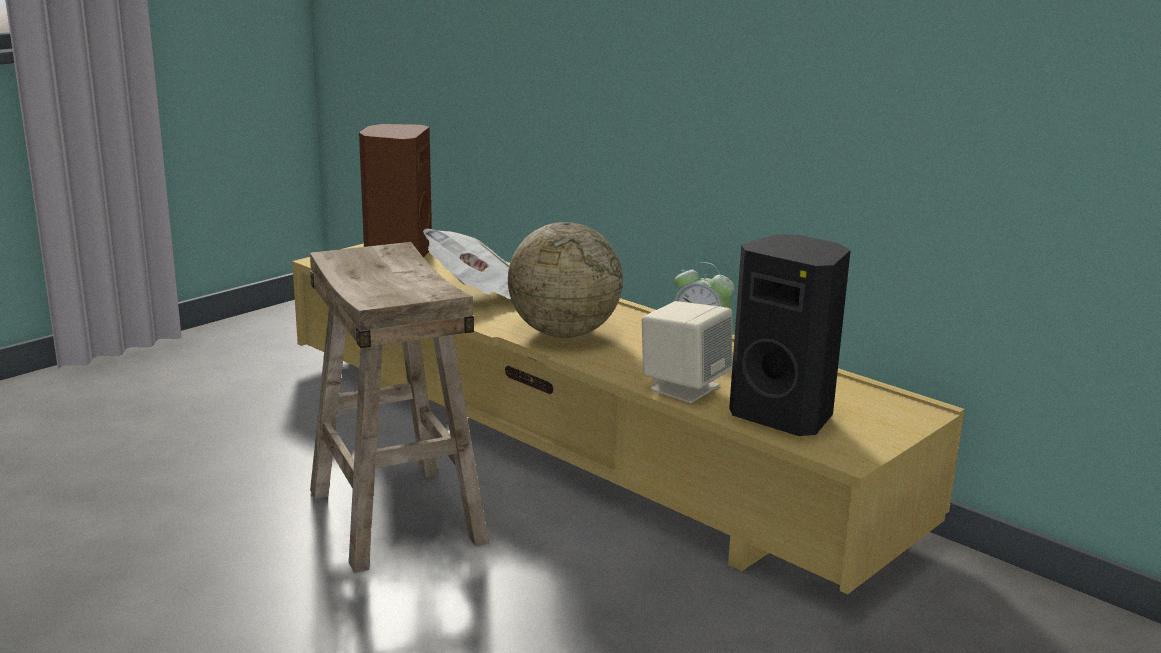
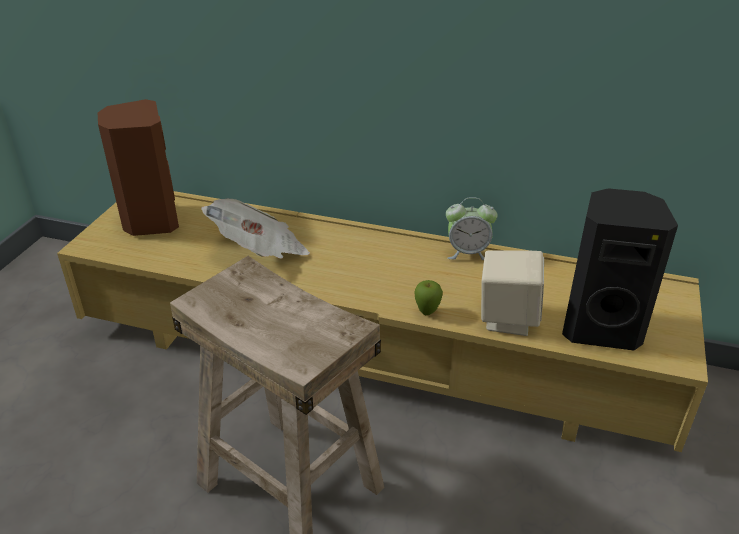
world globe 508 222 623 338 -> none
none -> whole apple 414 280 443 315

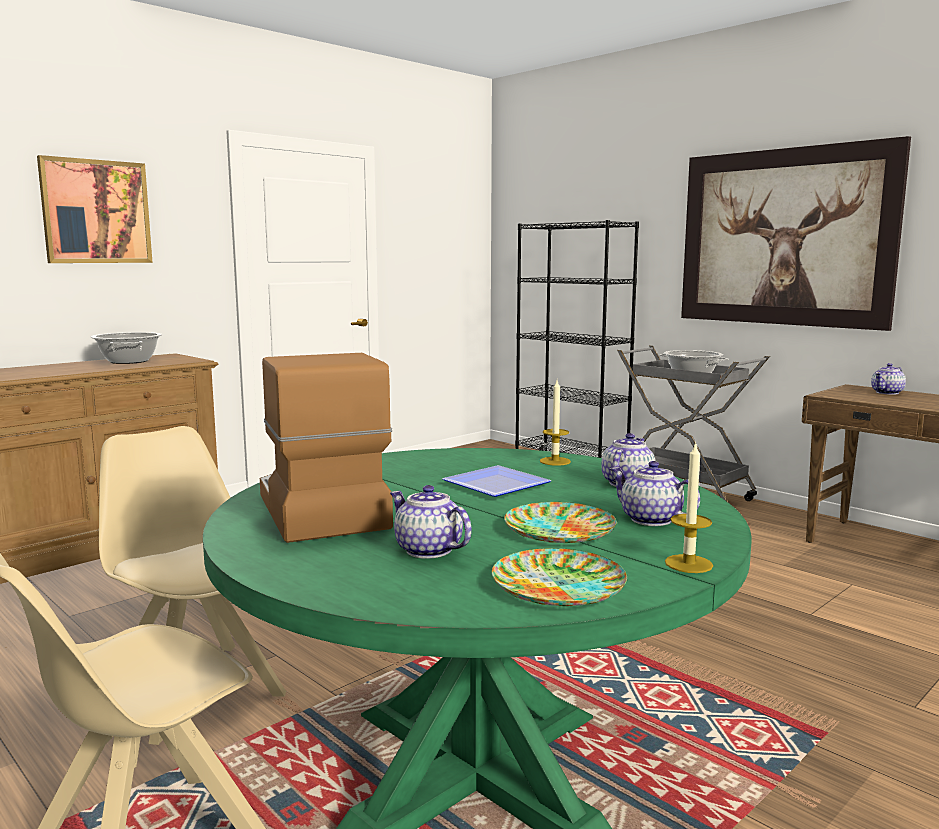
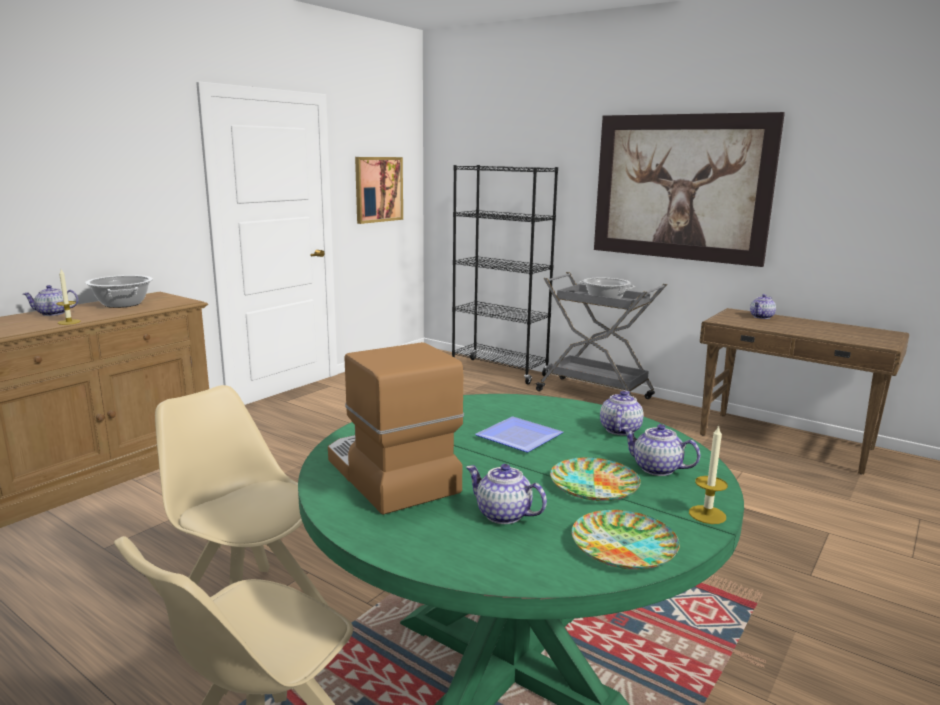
wall art 37 155 153 263 -> wall art 355 157 403 224, move
wax candle 540 380 571 466 -> wax candle 56 269 81 325, move
none -> teapot 23 285 78 316

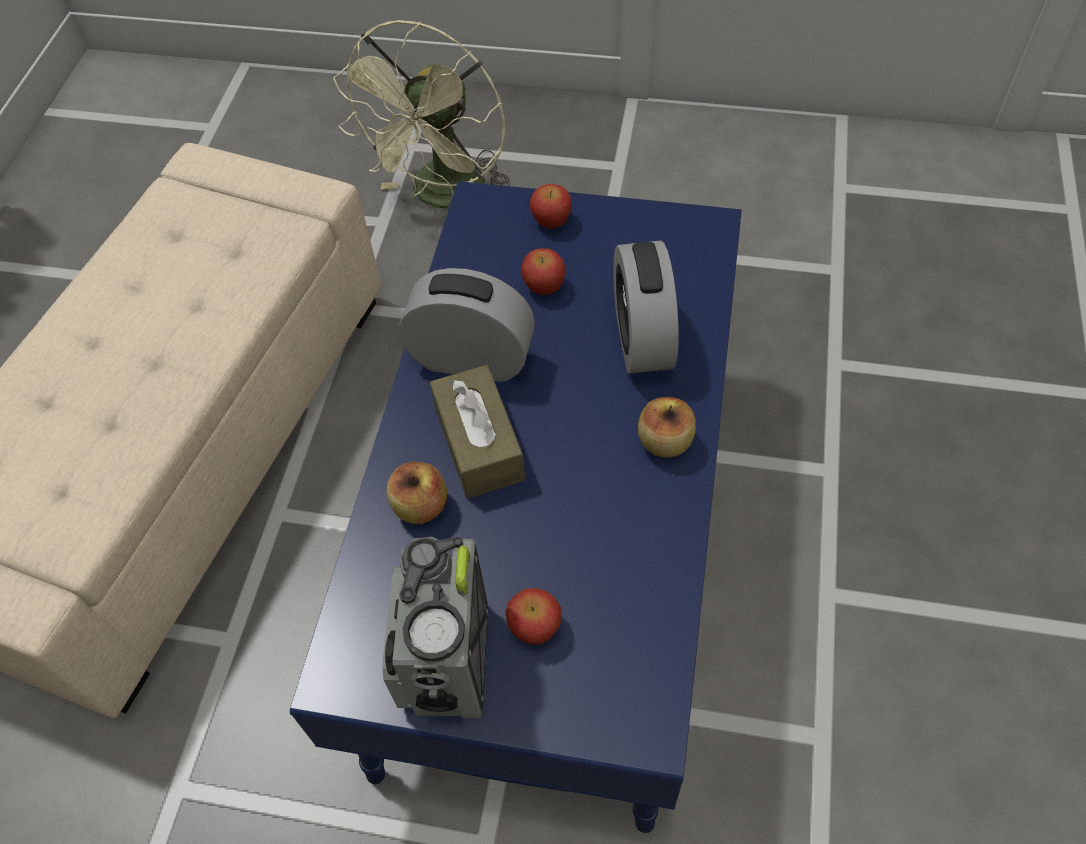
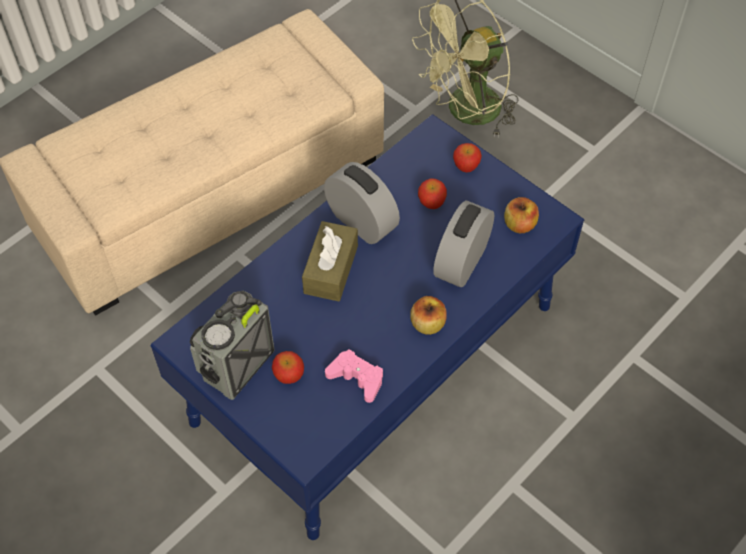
whole apple 387 462 447 524 -> whole apple 504 197 539 233, move
none -> pinkish joypad 325 349 383 403

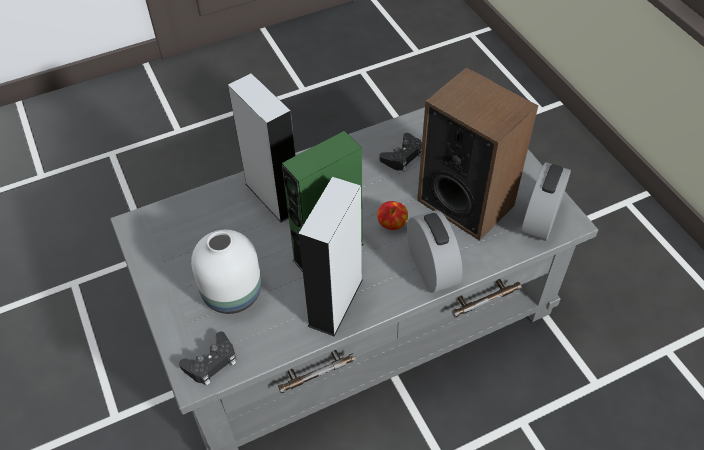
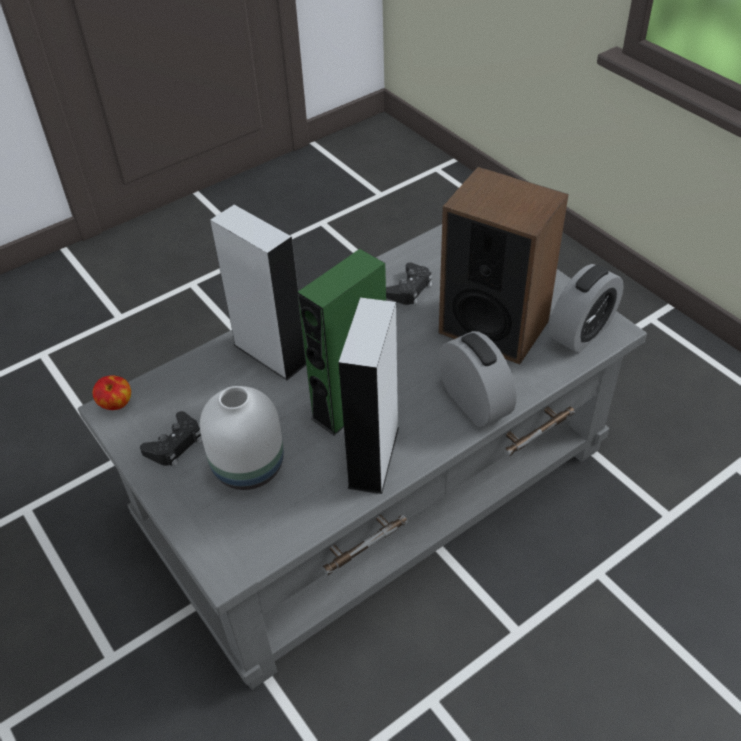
blackish joypad 179 331 237 386 -> blackish joypad 140 411 202 467, move
whole apple 377 201 408 230 -> whole apple 92 375 131 410, move
alarm clock 521 162 571 241 -> alarm clock 549 264 624 353, 150 degrees counterclockwise

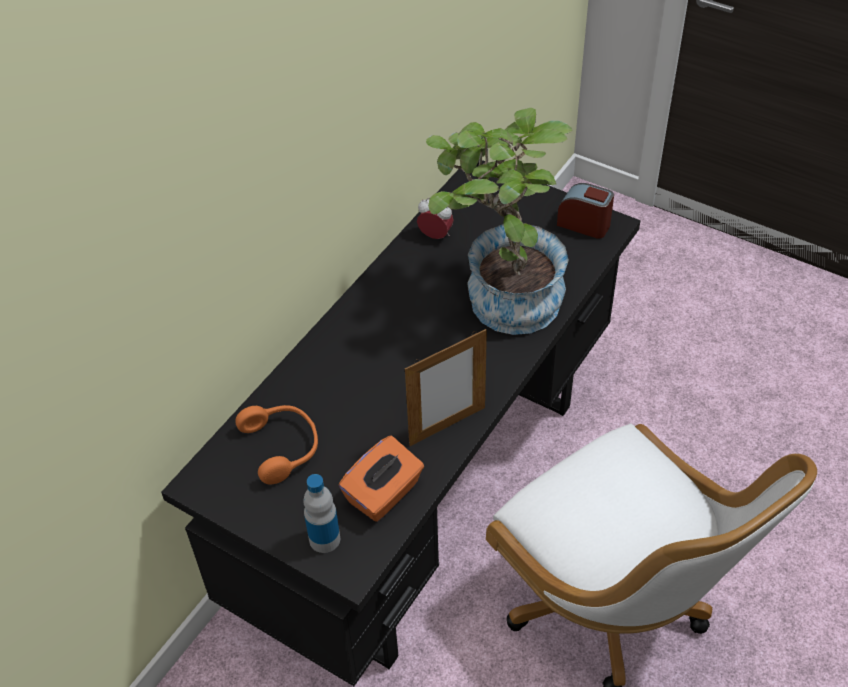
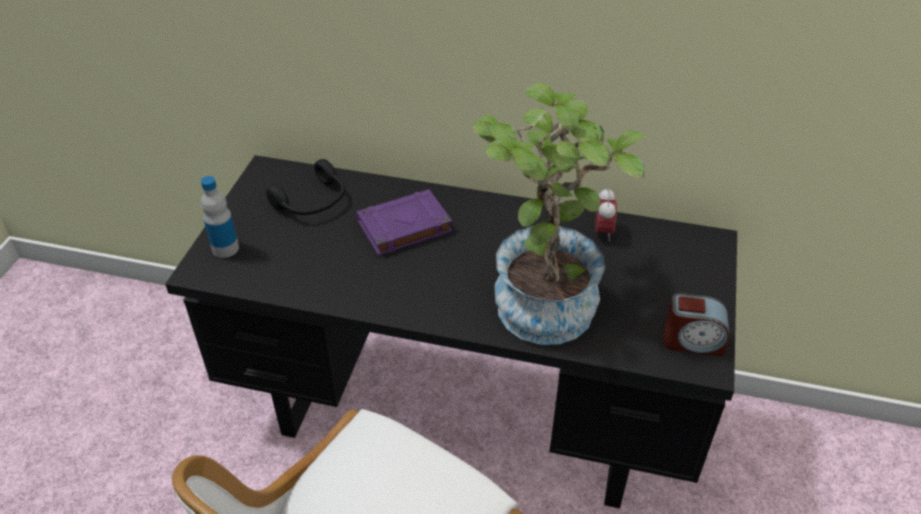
orange headset 235 405 318 485 -> blackish headset 266 159 345 215
orange tissue box 339 435 424 522 -> none
standing frame 405 329 487 446 -> none
alarm clock 557 183 614 239 -> alarm clock 664 293 729 356, 90 degrees clockwise
none -> purple-coloured volume 356 189 452 256

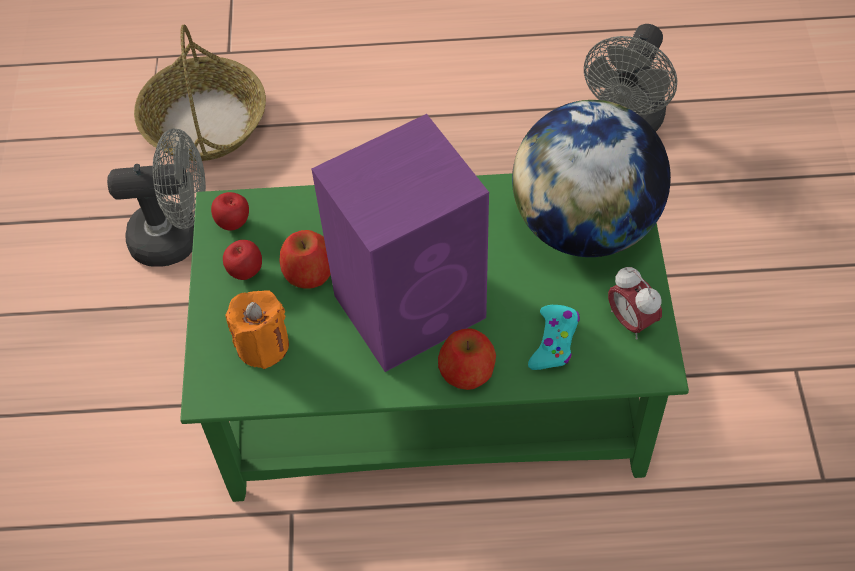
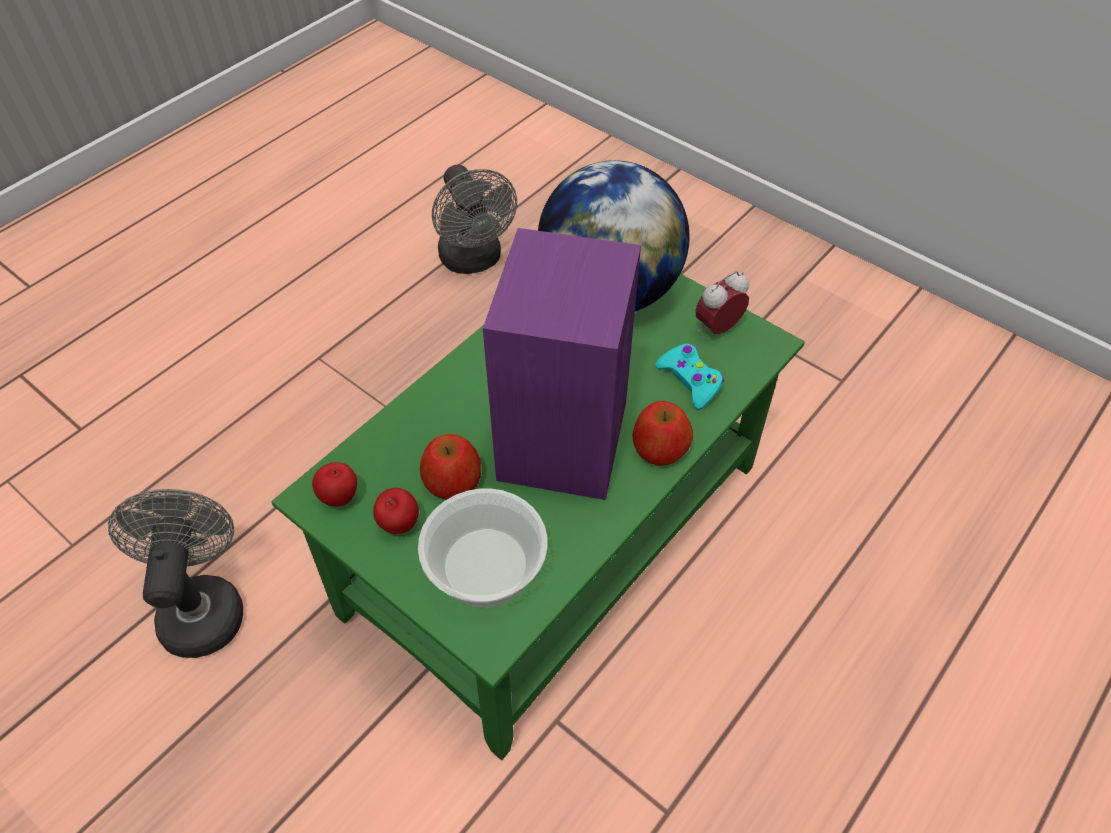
greyish cooling fan 107 128 206 267 -> greyish cooling fan 108 489 243 658, 45 degrees counterclockwise
storage basket 134 25 266 161 -> none
orange wax candle 225 290 289 369 -> serving bowl 418 489 548 608
alarm clock 608 267 662 340 -> alarm clock 695 271 749 334, 135 degrees clockwise

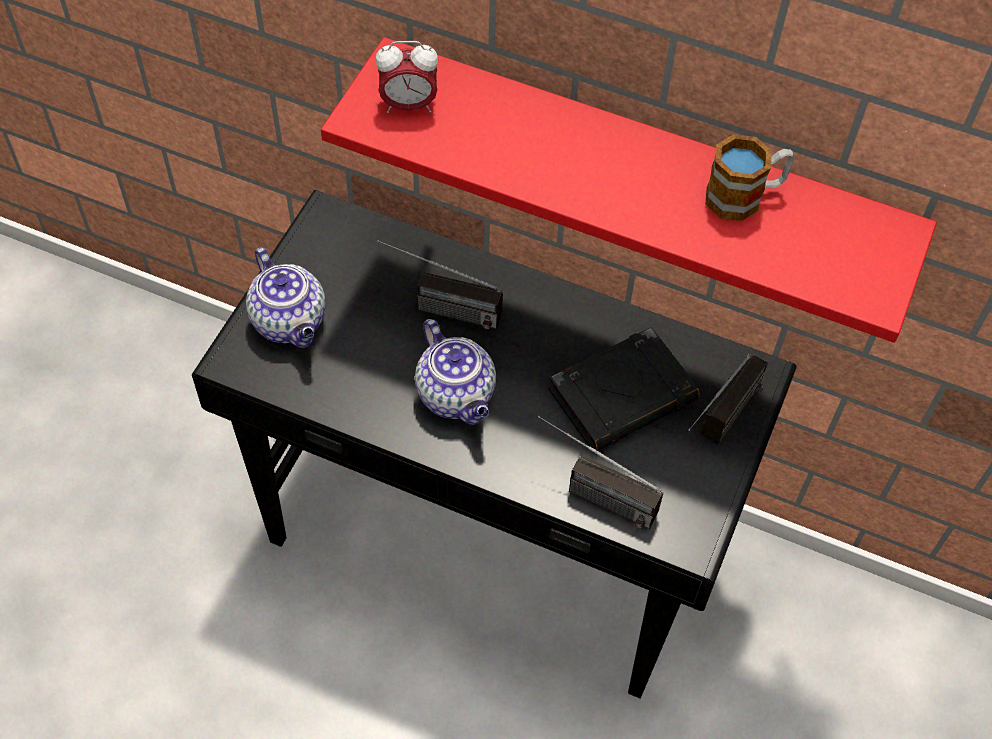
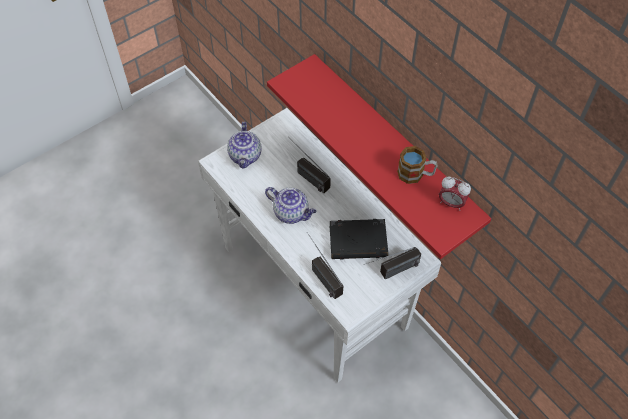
blackish hall table 192 190 797 699 -> whitish hall table 198 108 441 383
alarm clock 375 41 438 113 -> alarm clock 439 177 471 211, move
teapot 415 319 496 425 -> teapot 265 187 316 224, 60 degrees counterclockwise

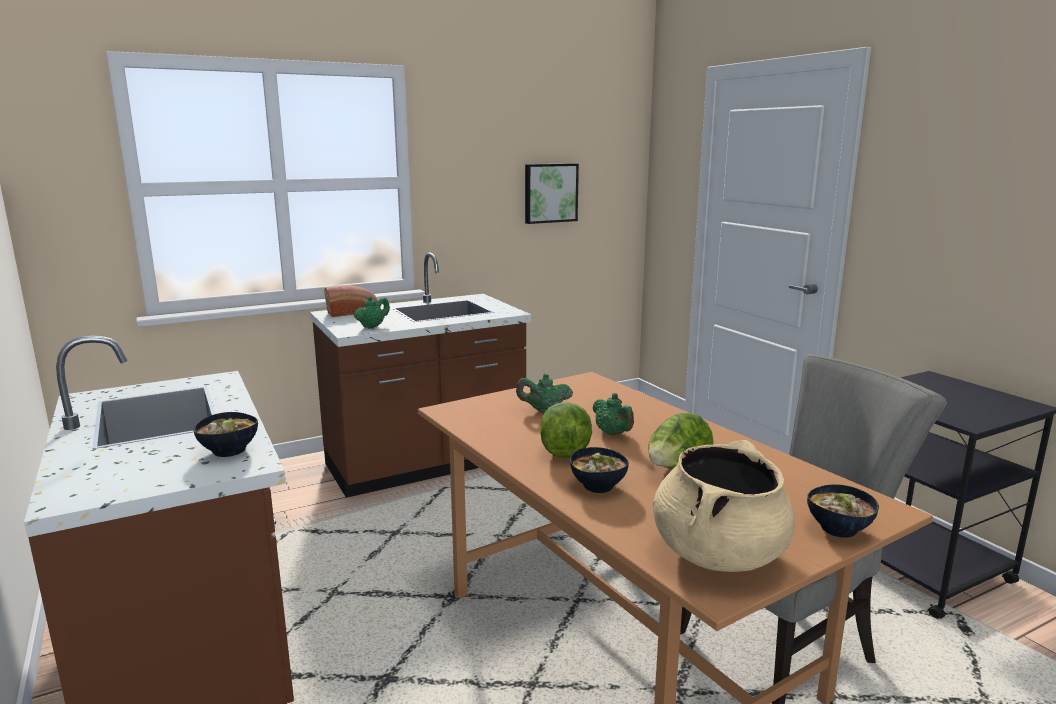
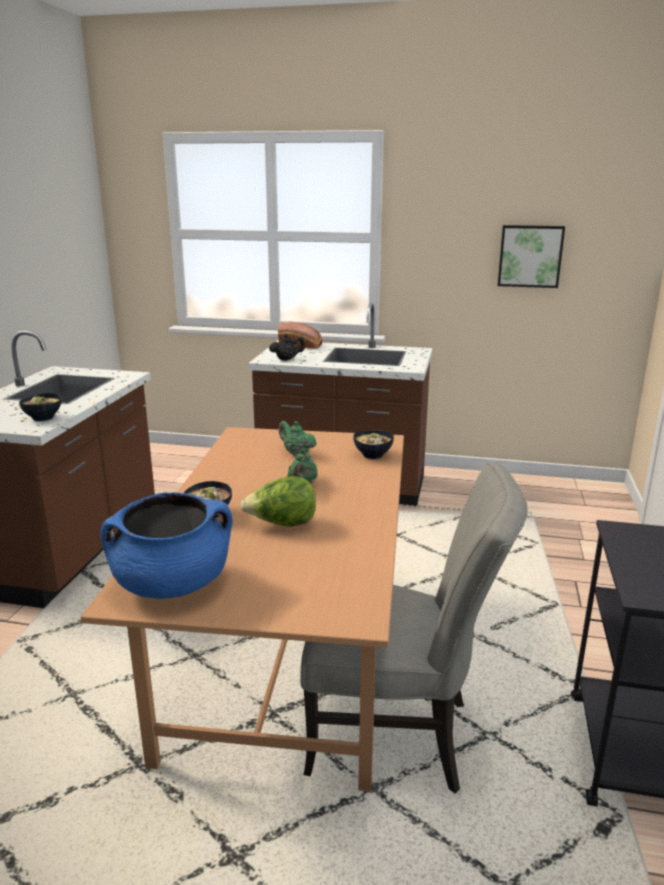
green-coloured teapot 354 296 390 328 -> blackish teapot 269 334 306 360
head of lettuce 540 402 592 458 -> none
sand-coloured cooking pot 653 440 795 572 -> bluish cooking pot 100 492 233 599
serving bowl 807 484 879 538 -> serving bowl 353 431 394 459, move

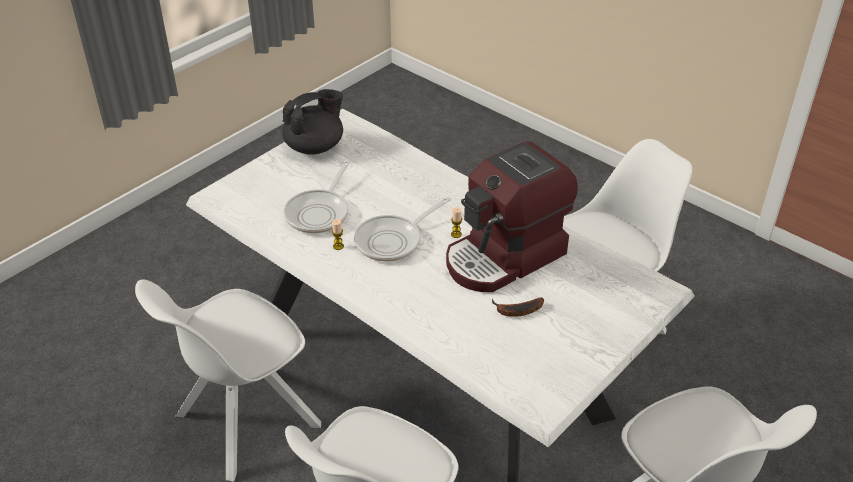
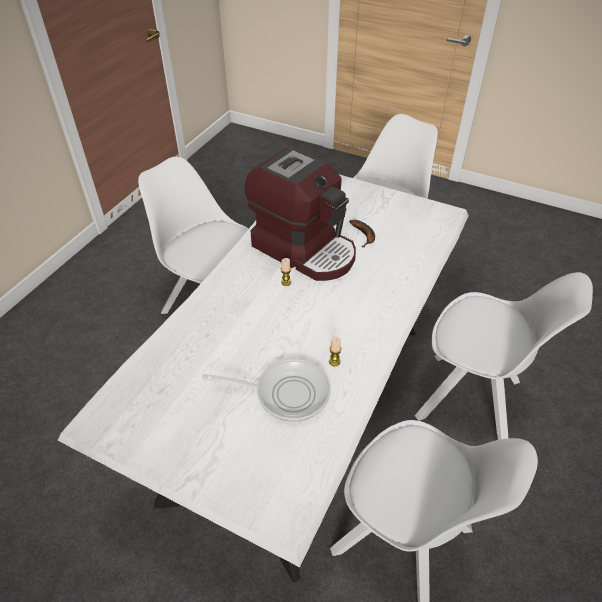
blackish teapot 282 89 343 155 -> none
pan 354 197 451 262 -> none

